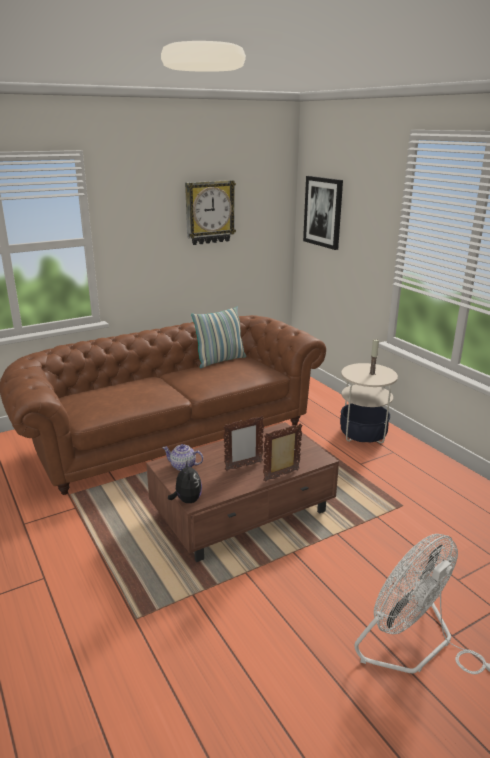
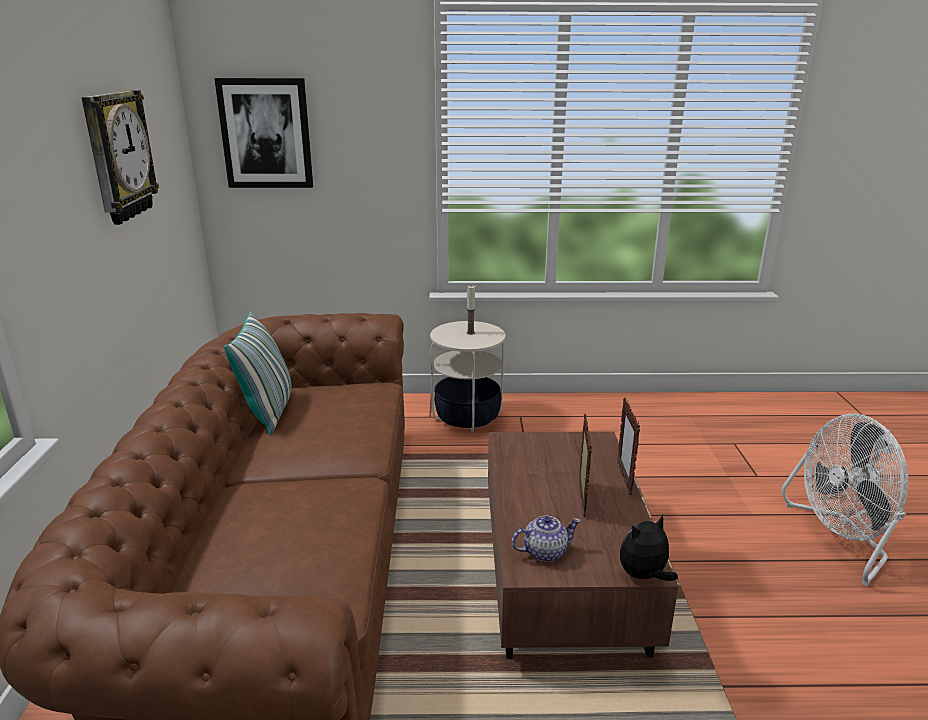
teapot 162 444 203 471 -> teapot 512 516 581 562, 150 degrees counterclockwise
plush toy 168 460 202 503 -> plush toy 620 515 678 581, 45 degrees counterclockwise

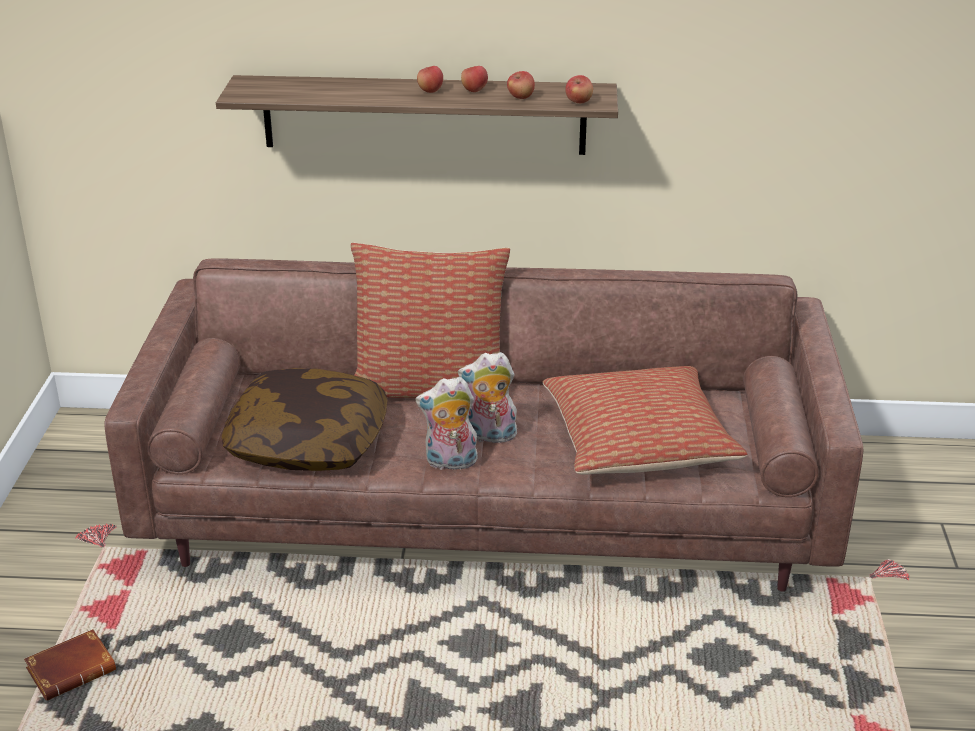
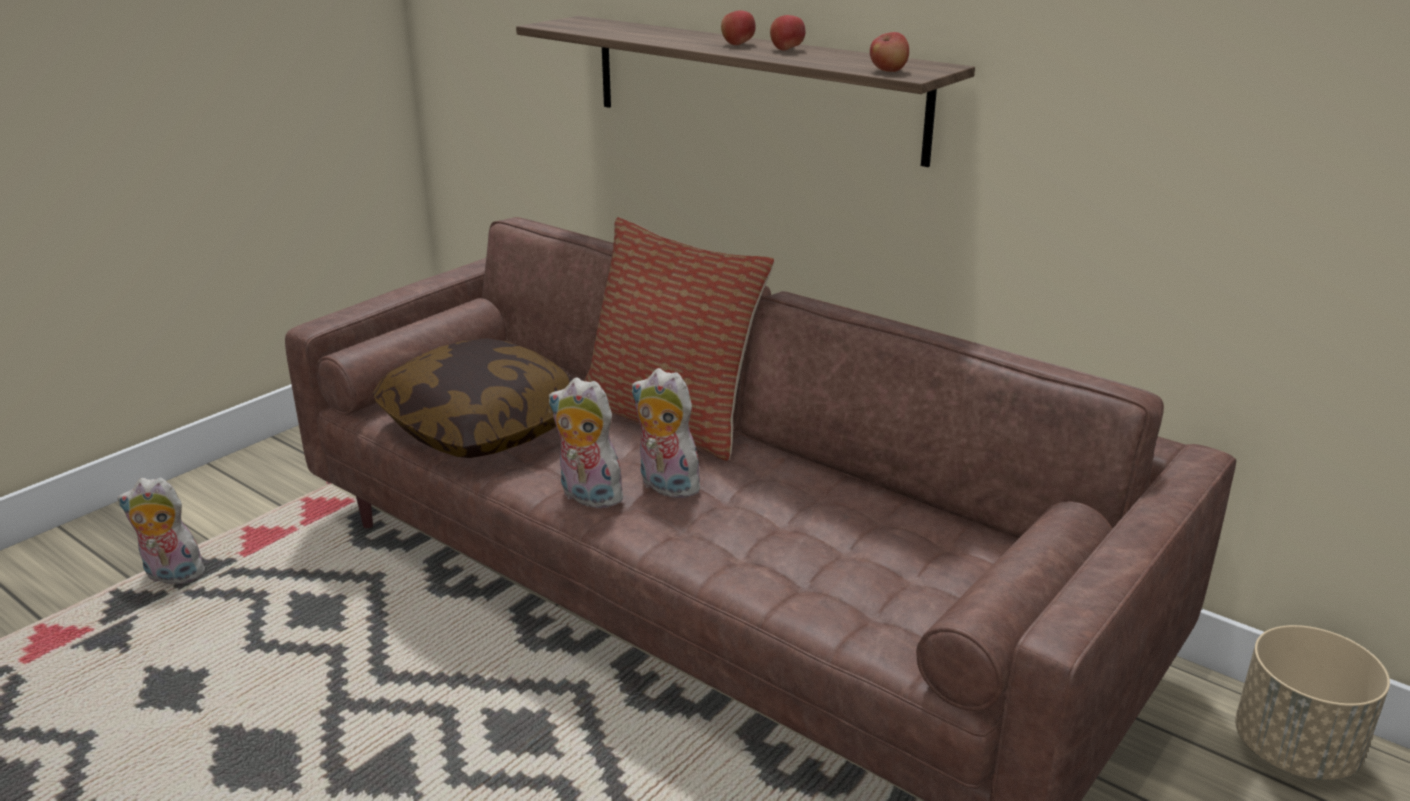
brownish volume 24 629 116 701 -> plush toy 117 478 208 585
whole apple 507 71 535 99 -> none
pillow 543 366 747 475 -> none
none -> sand-coloured planter 1235 625 1390 780

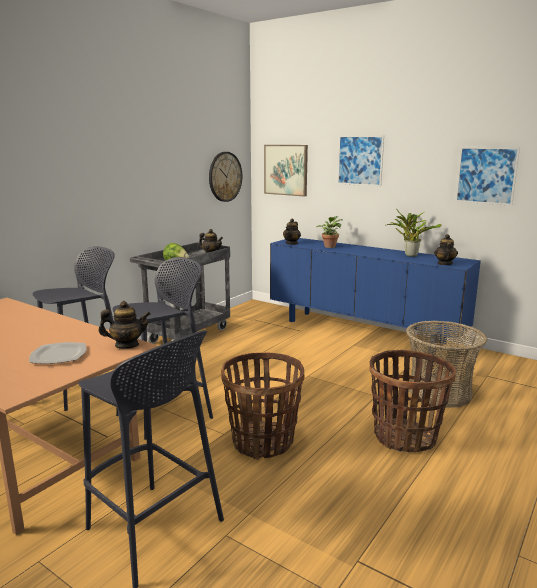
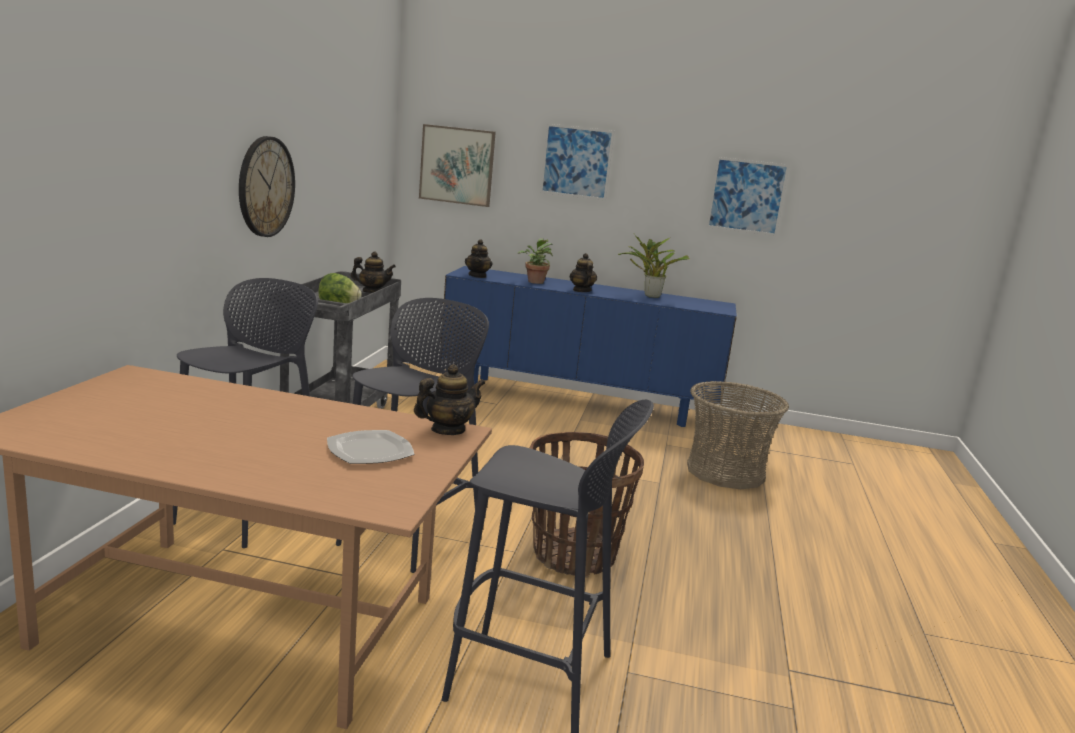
clock on the wall 209 152 242 202 -> clock on the wall 239 136 295 237, move
storage basket 369 350 456 452 -> none
teapot 434 234 458 265 -> teapot 570 253 597 292, move

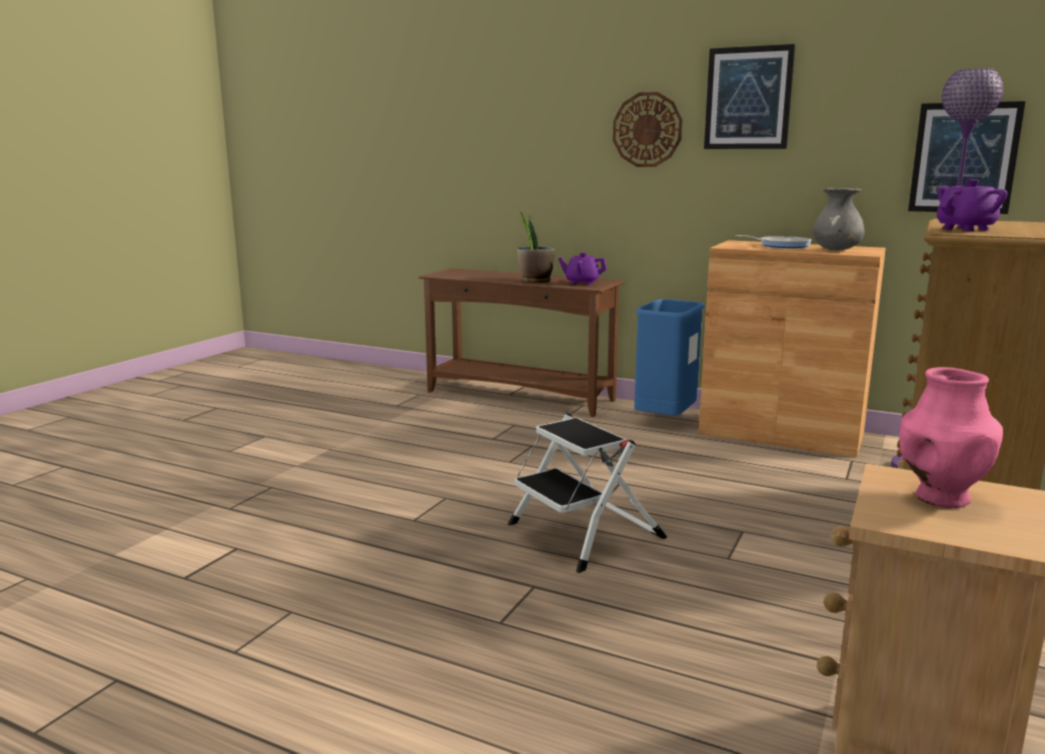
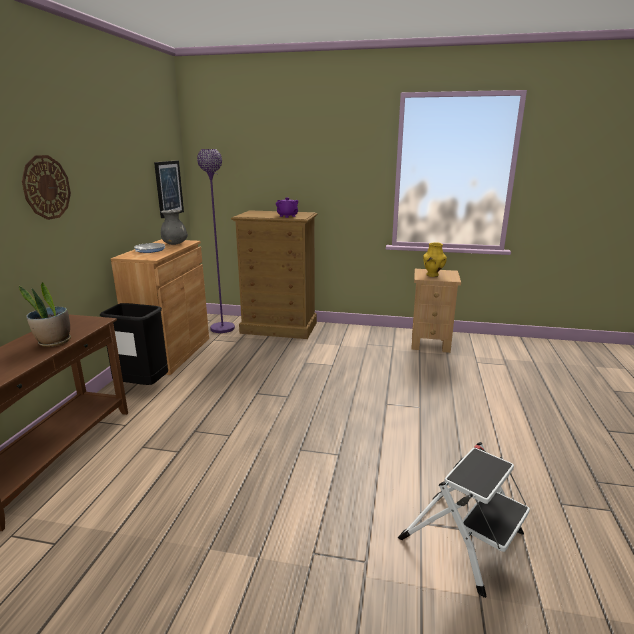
step ladder 508 412 667 573 -> step ladder 398 442 530 598, move
purple-coloured teapot 558 252 607 285 -> none
bluish trash can 634 299 705 416 -> blackish trash can 100 303 168 385
wall art 704 44 796 149 -> none
pinkish flower vase 900 367 1003 508 -> yellow-coloured flower vase 423 242 447 277

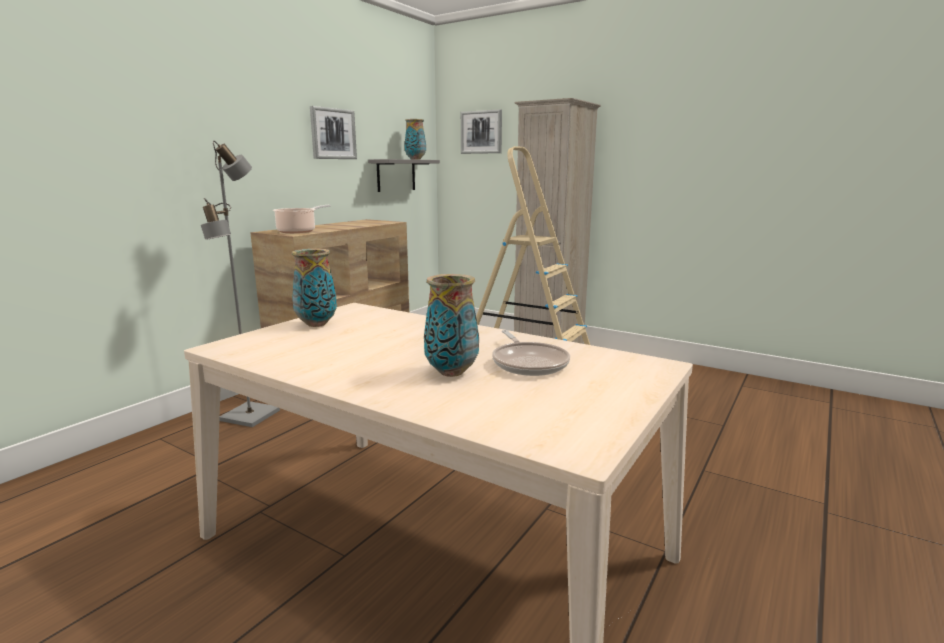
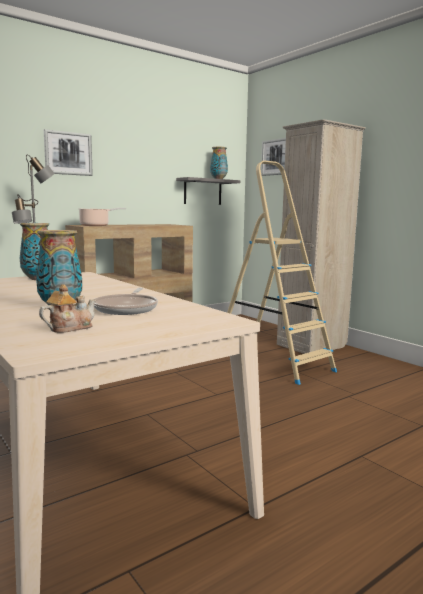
wall art 310 106 357 159 -> wall art 44 129 93 176, move
none -> teapot 39 284 97 333

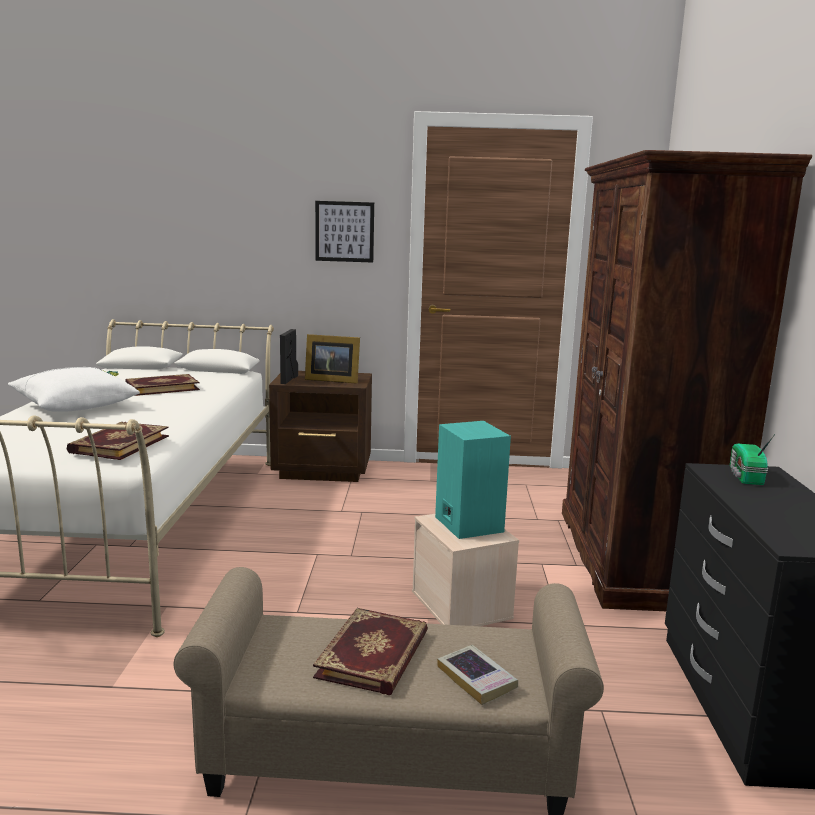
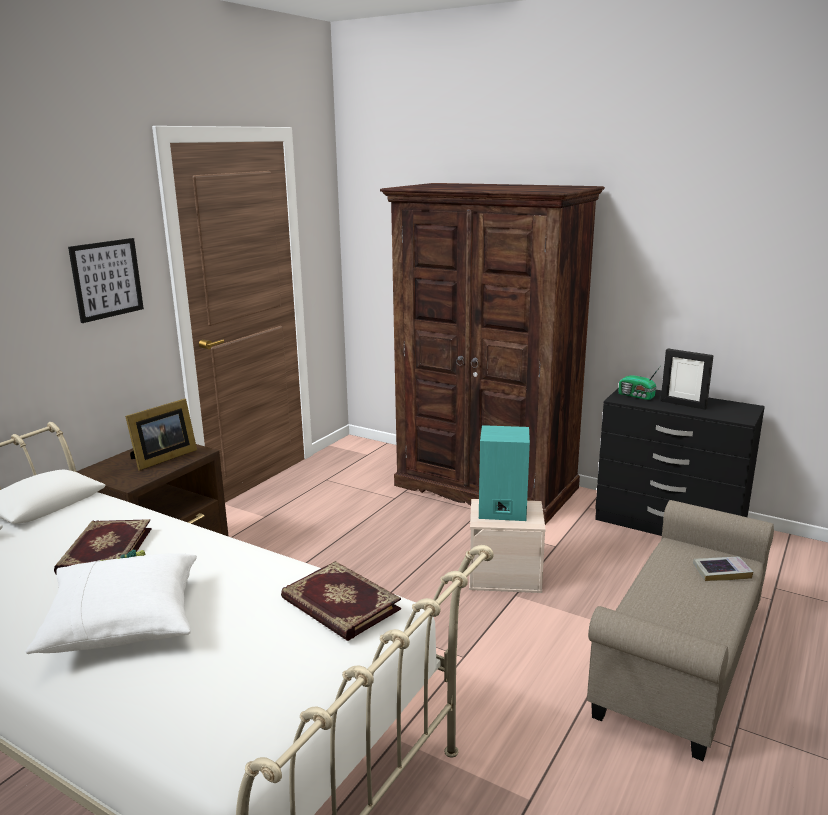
standing frame 280 329 298 384 -> standing frame 661 349 714 410, move
volume 313 608 428 695 -> none

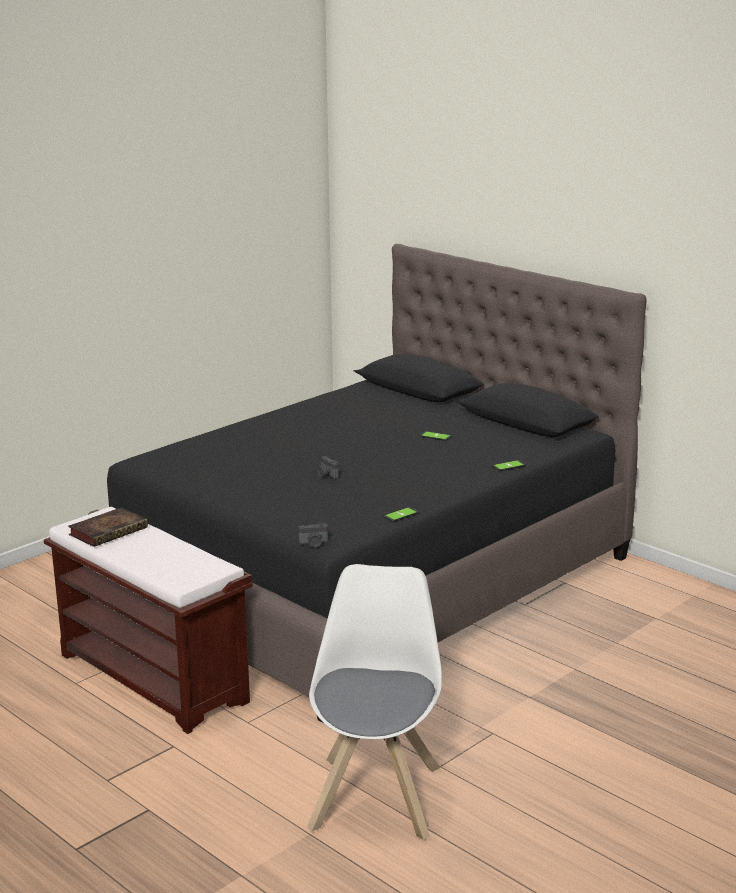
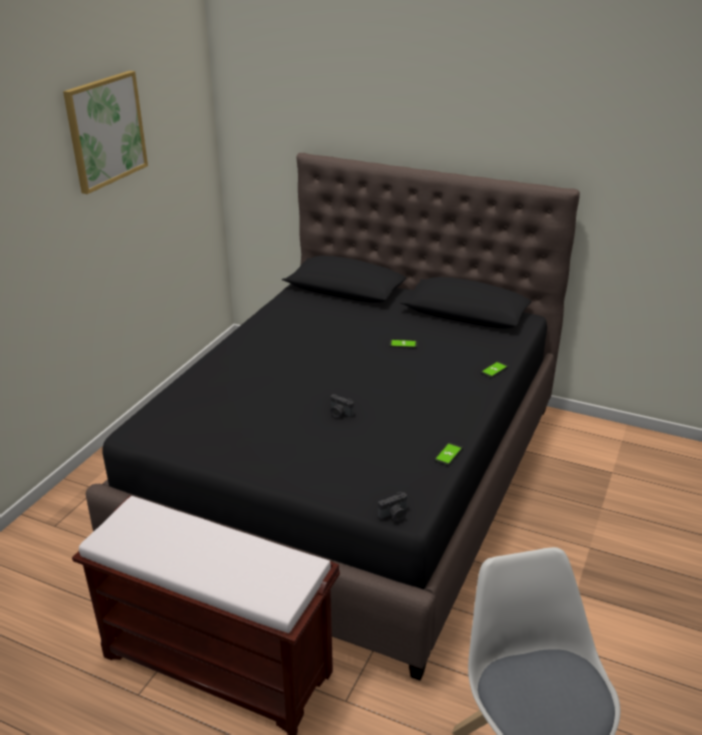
volume 68 508 148 547 -> none
none -> wall art 63 71 148 194

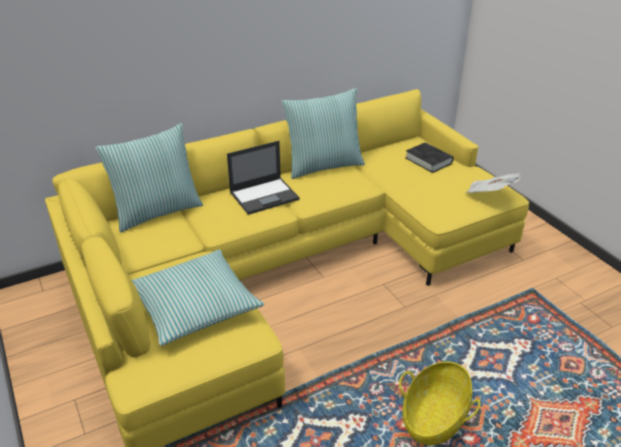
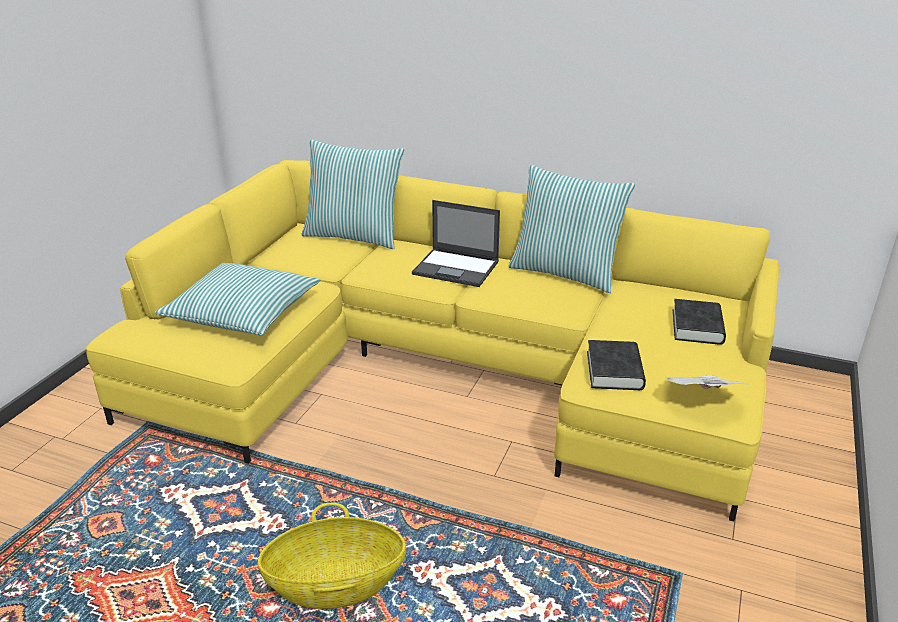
none -> blackish volume 587 340 646 390

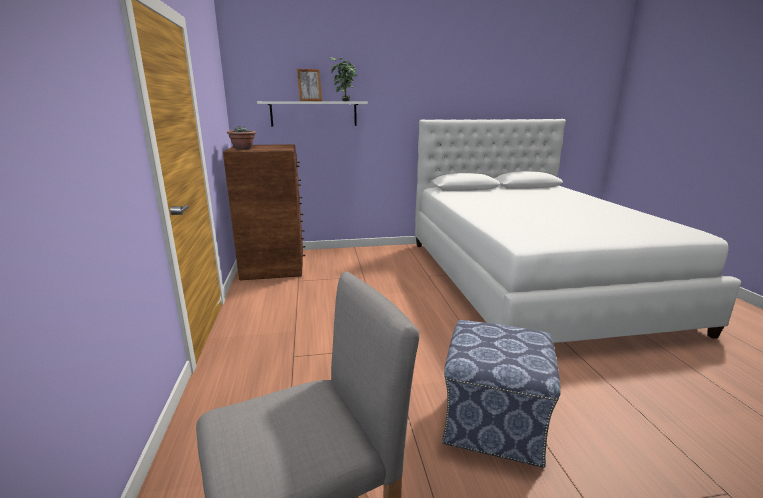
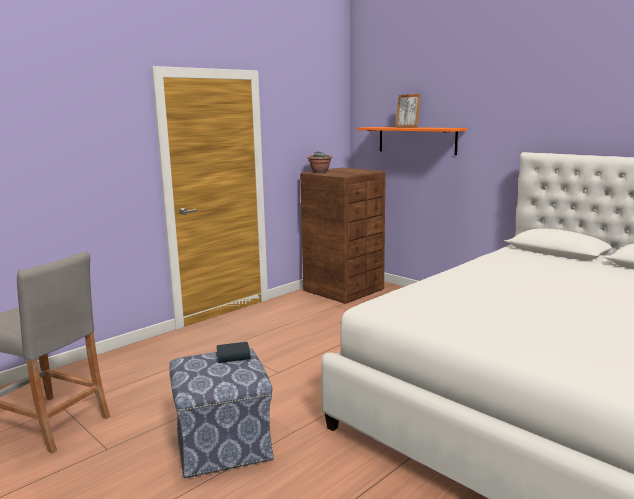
whitish wall shelf 257 101 368 126 -> orange wall shelf 357 127 467 155
potted plant 330 58 357 101 -> none
none -> volume 217 342 251 363

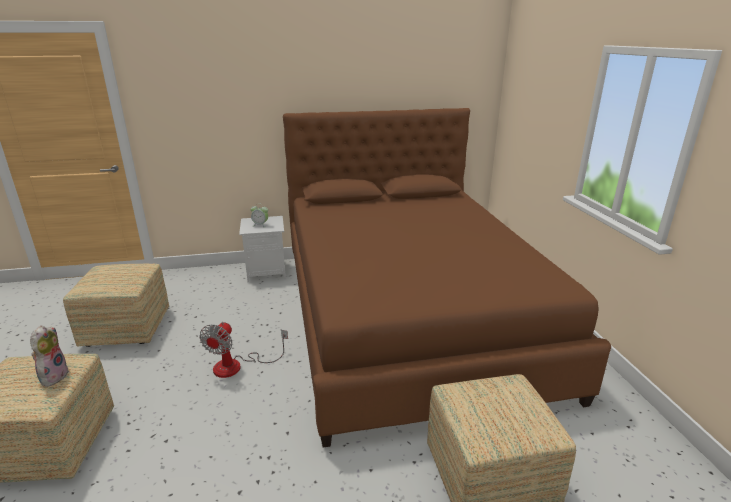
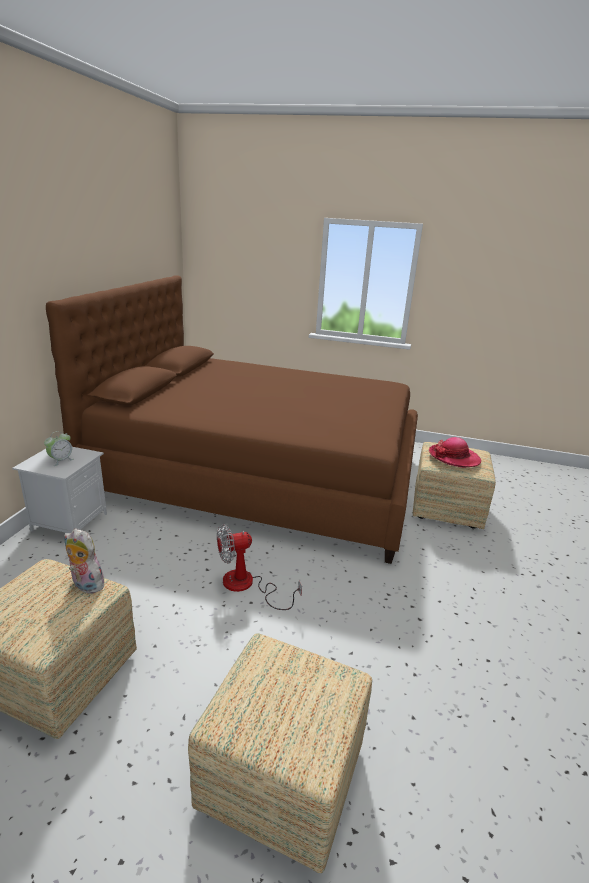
plush toy 30 326 69 387 -> plush toy 64 529 104 593, move
cooling fan 199 322 288 378 -> cooling fan 217 524 302 610, 120 degrees clockwise
none -> clothing hat 429 437 481 468

